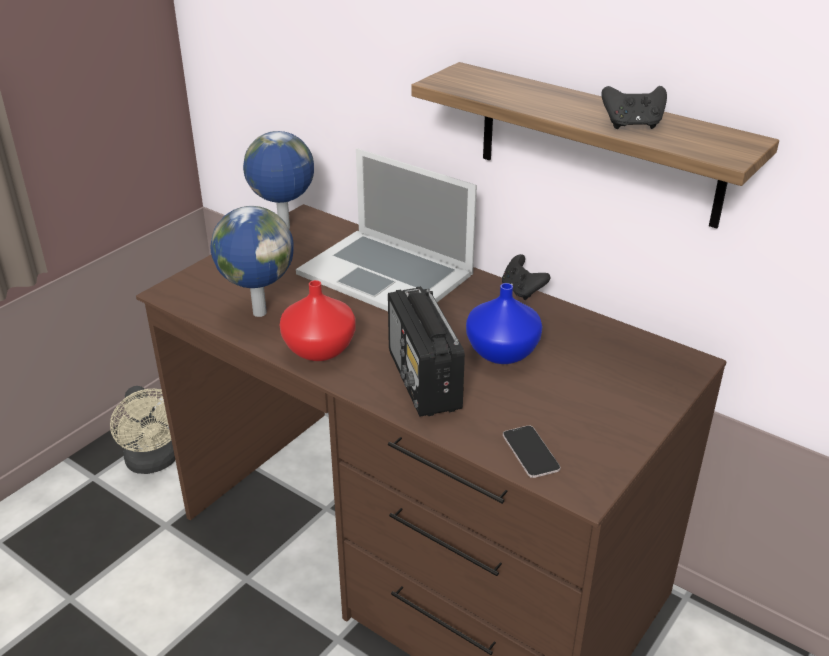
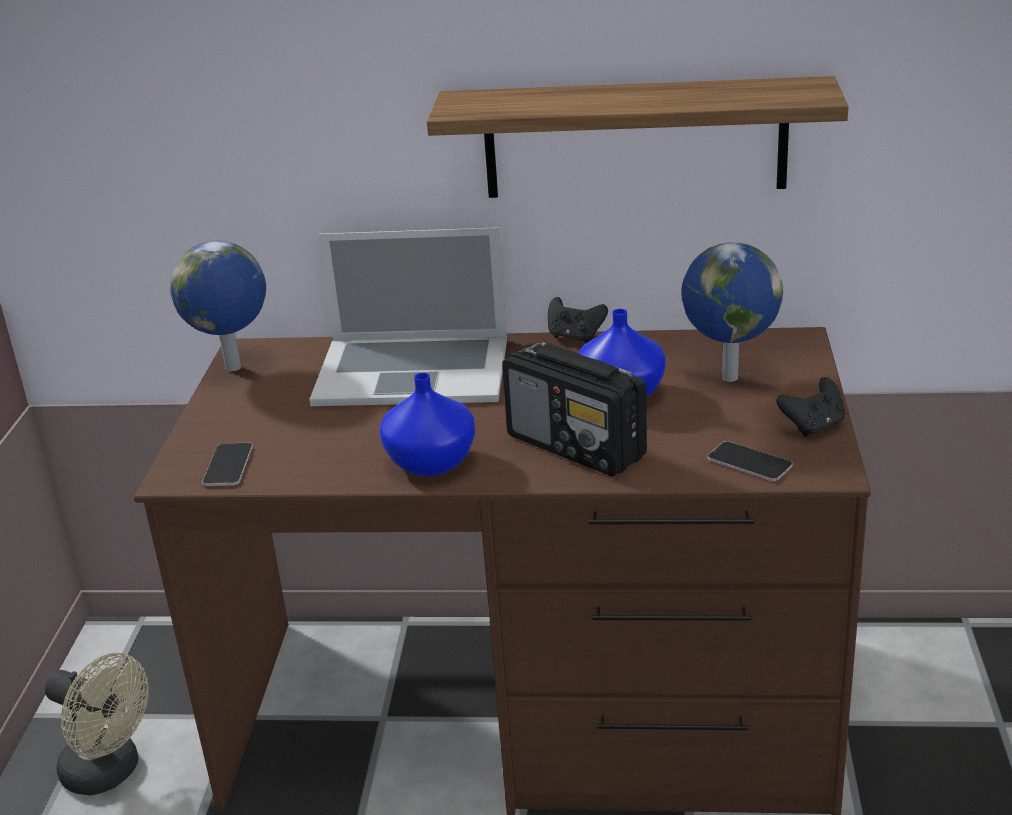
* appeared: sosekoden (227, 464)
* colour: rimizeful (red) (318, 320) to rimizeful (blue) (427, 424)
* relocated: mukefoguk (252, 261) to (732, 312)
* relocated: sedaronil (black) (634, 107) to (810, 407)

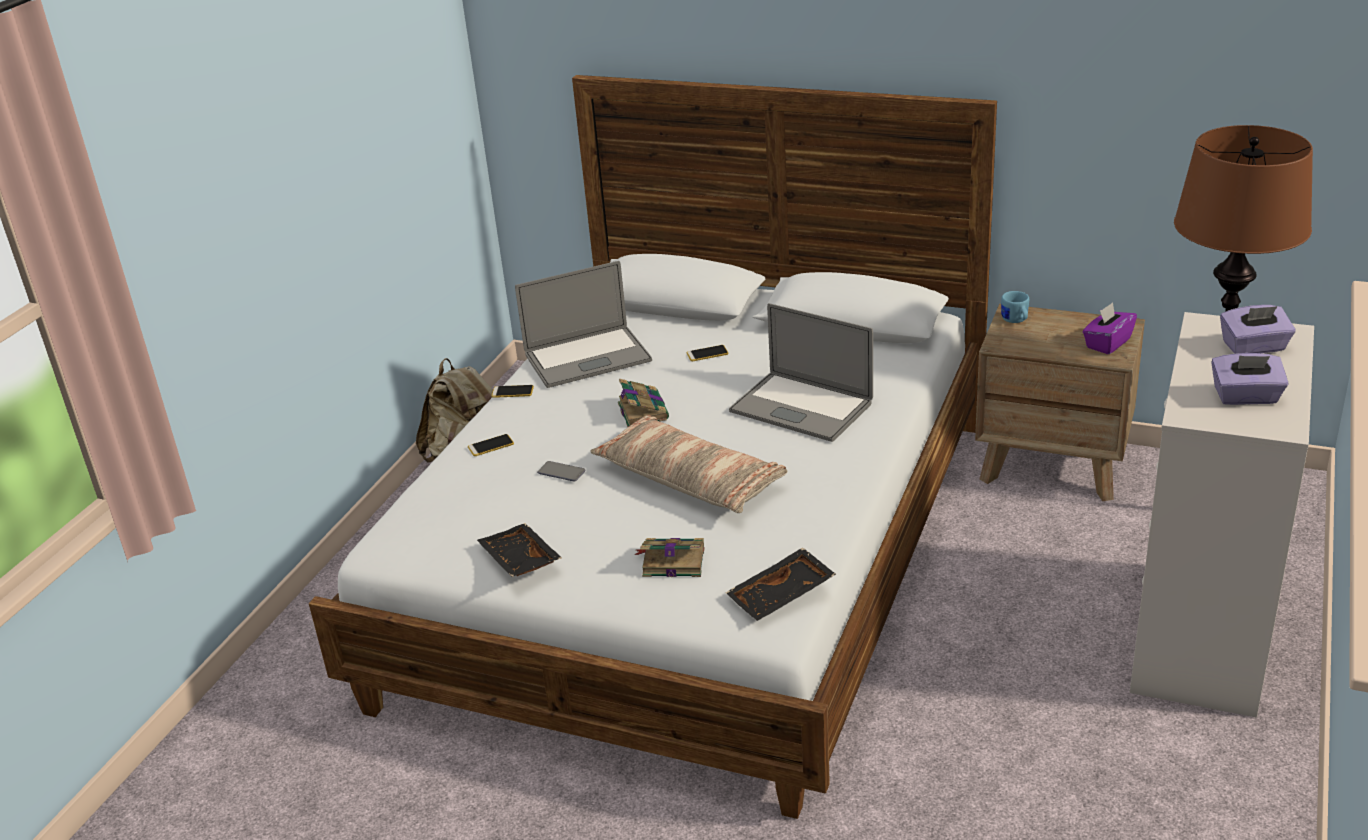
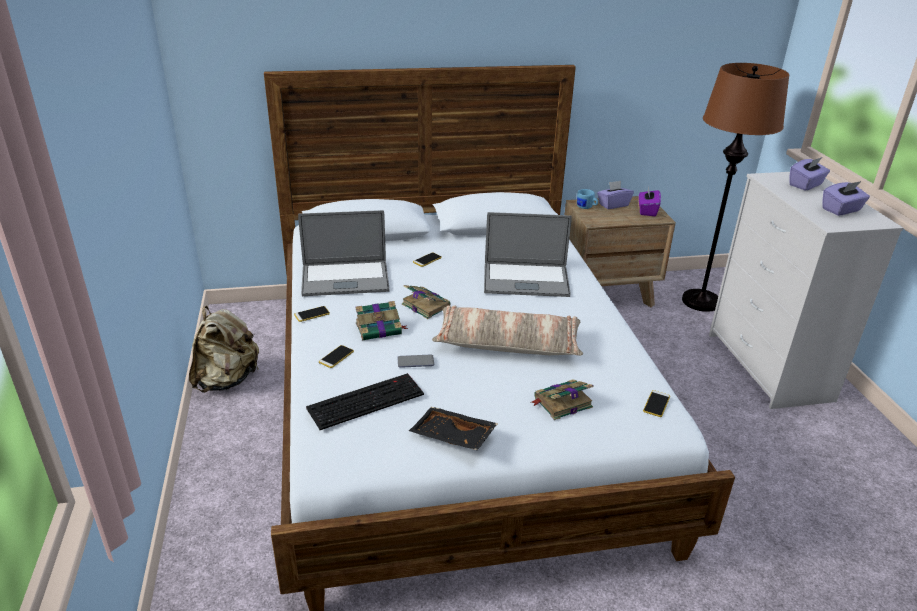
* spun: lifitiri (583, 324) = (344, 253) 45 degrees clockwise
* appeared: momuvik (365, 401)
* appeared: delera (381, 321)
* appeared: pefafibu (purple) (615, 195)
* exchanged: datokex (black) (781, 584) to sosekoden (656, 403)

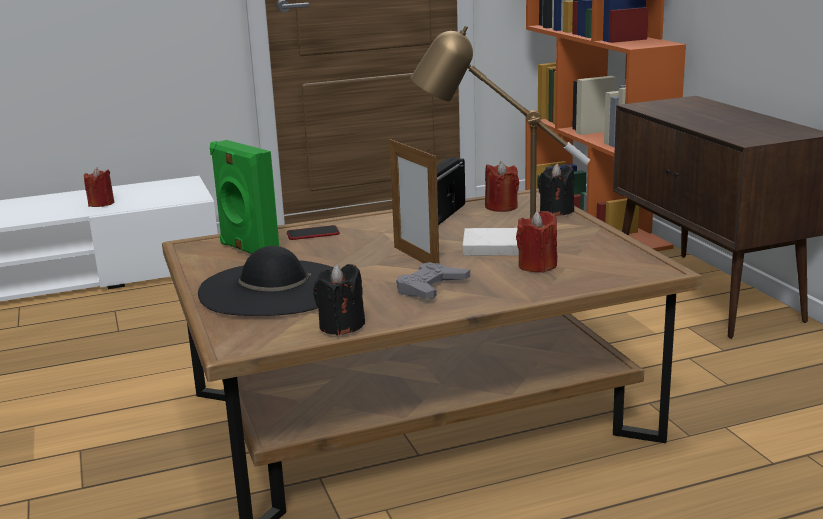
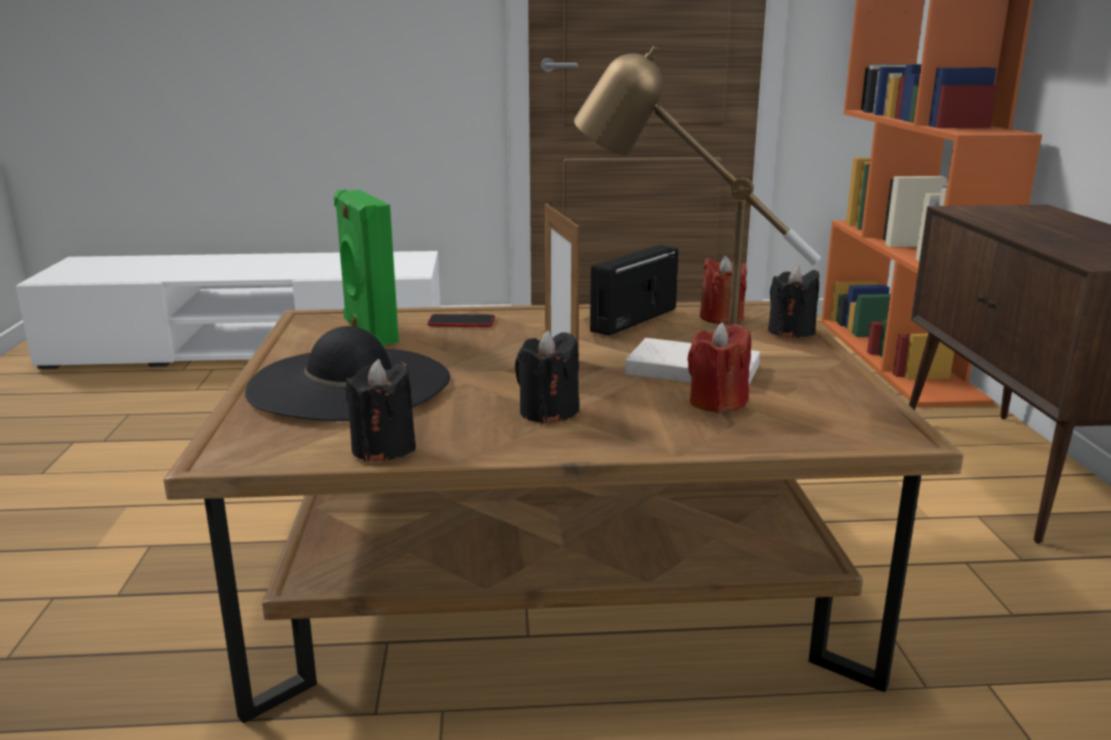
* exchanged: sedaronil (grey) (433, 280) to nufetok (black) (547, 377)
* missing: nufetok (red) (99, 187)

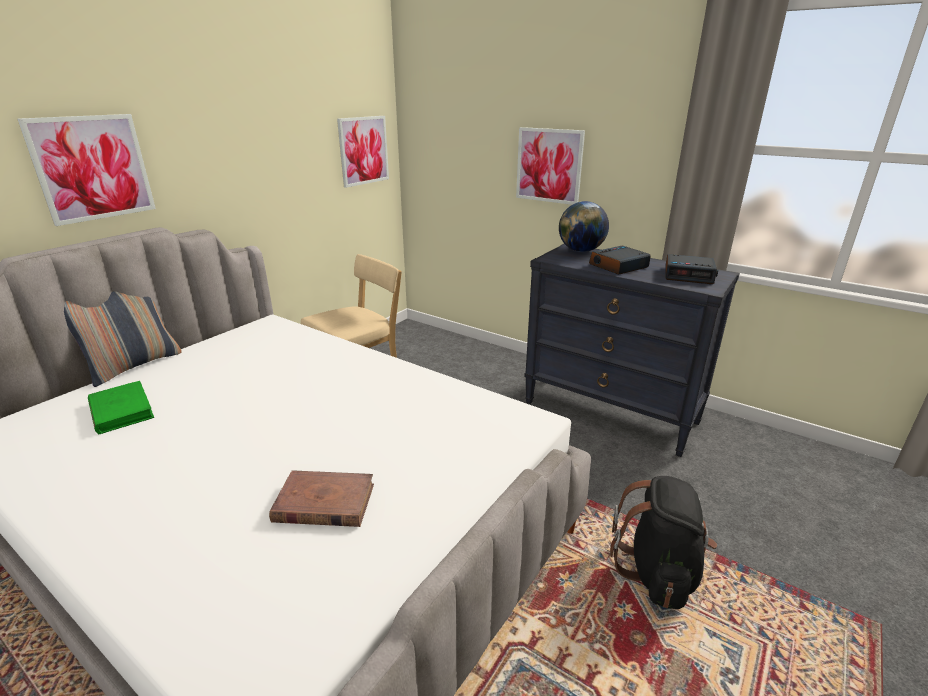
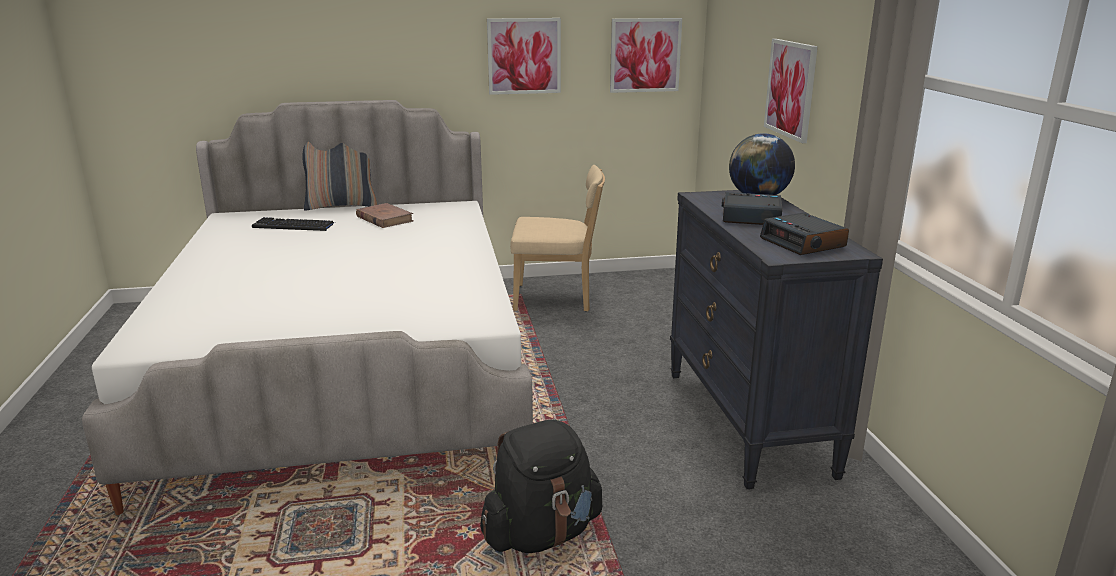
* exchanged: delera (green) (121, 407) to momuvik (293, 224)
* relocated: delera (brown) (321, 498) to (385, 215)
* relocated: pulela (86, 170) to (524, 56)

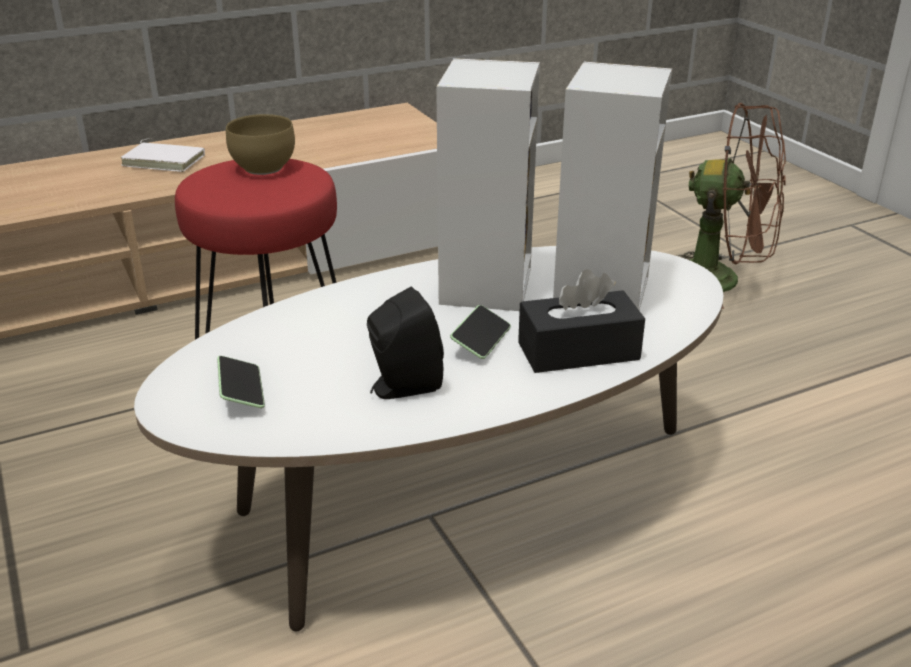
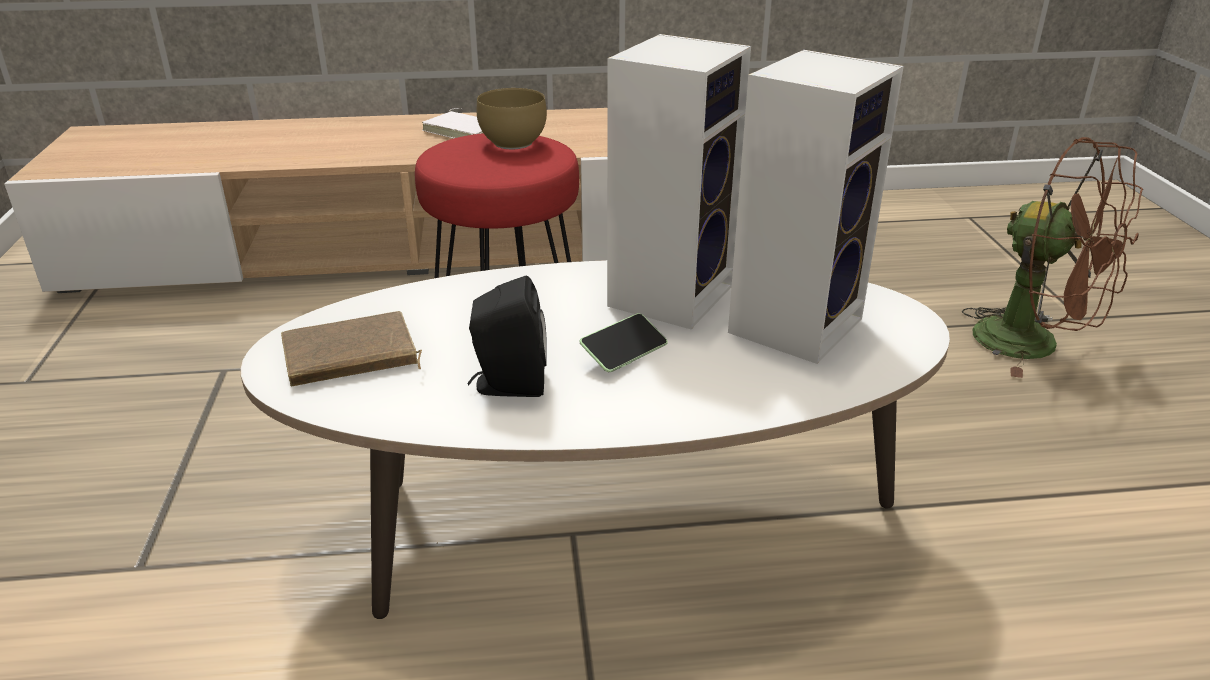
* exchanged: sosekoden (241, 382) to delera (brown) (351, 348)
* missing: pefafibu (black) (581, 321)

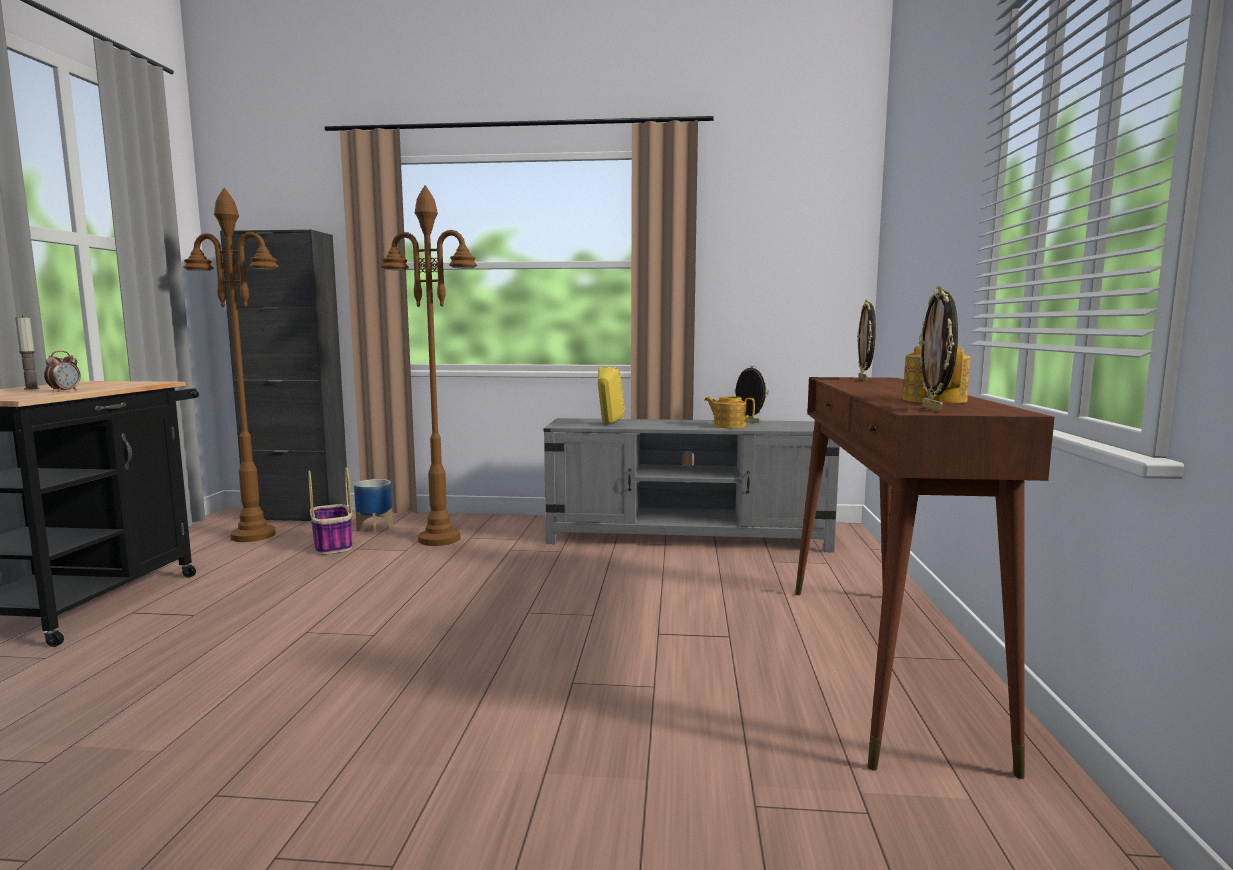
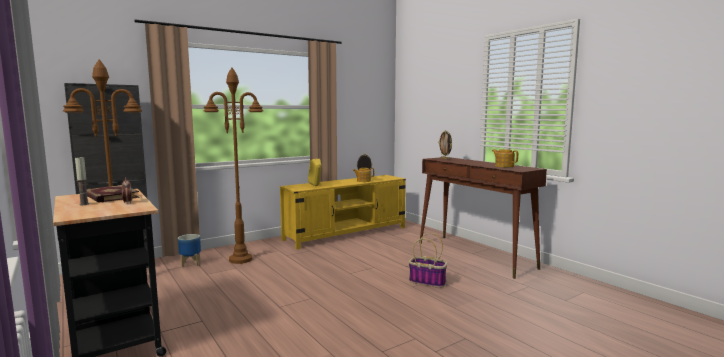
* appeared: delera (112, 194)
* colour: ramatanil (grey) (692, 485) to ramatanil (yellow) (343, 212)
* relocated: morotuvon (330, 511) to (428, 260)
* missing: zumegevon (938, 349)

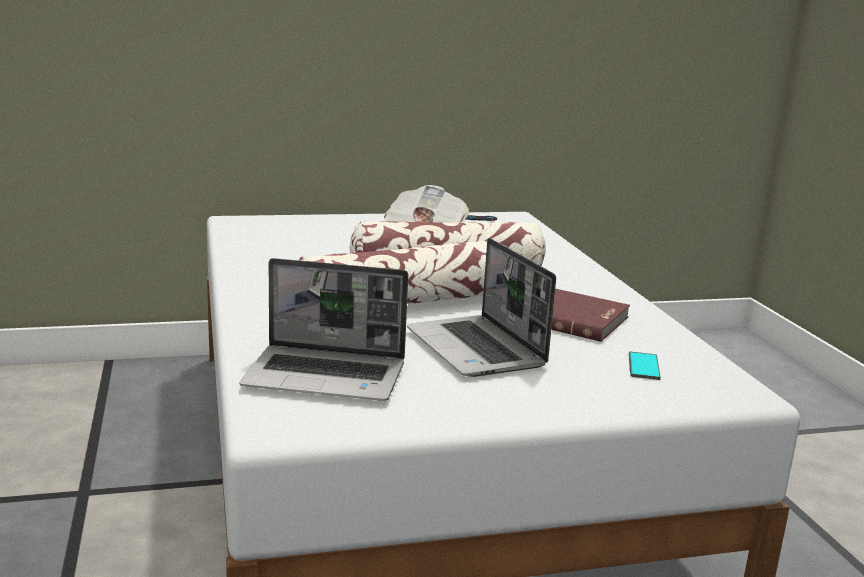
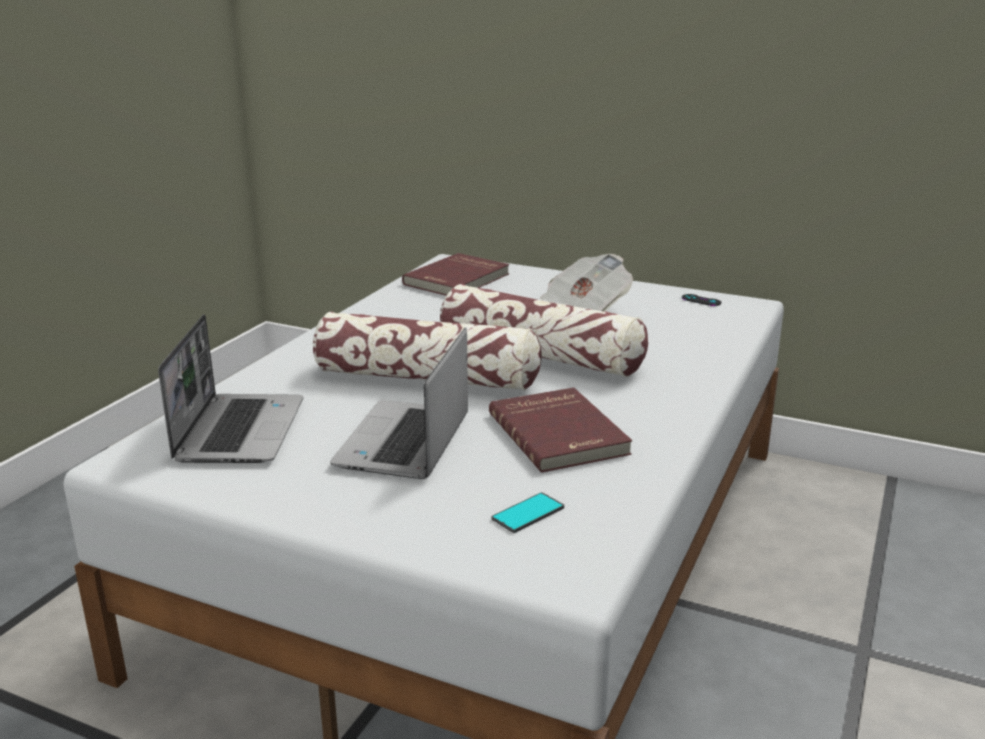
* spun: lifitiri (323, 329) = (230, 388) 135 degrees counterclockwise
* appeared: delera (red) (455, 274)

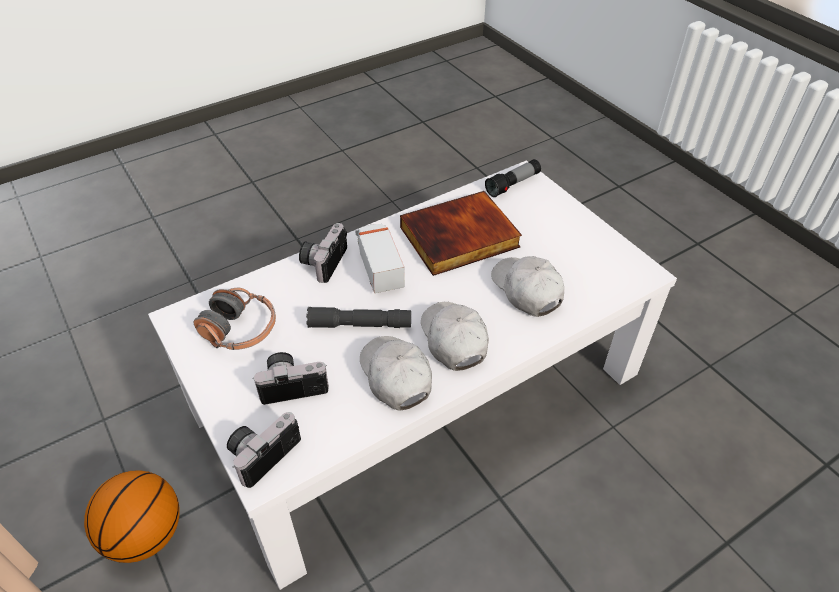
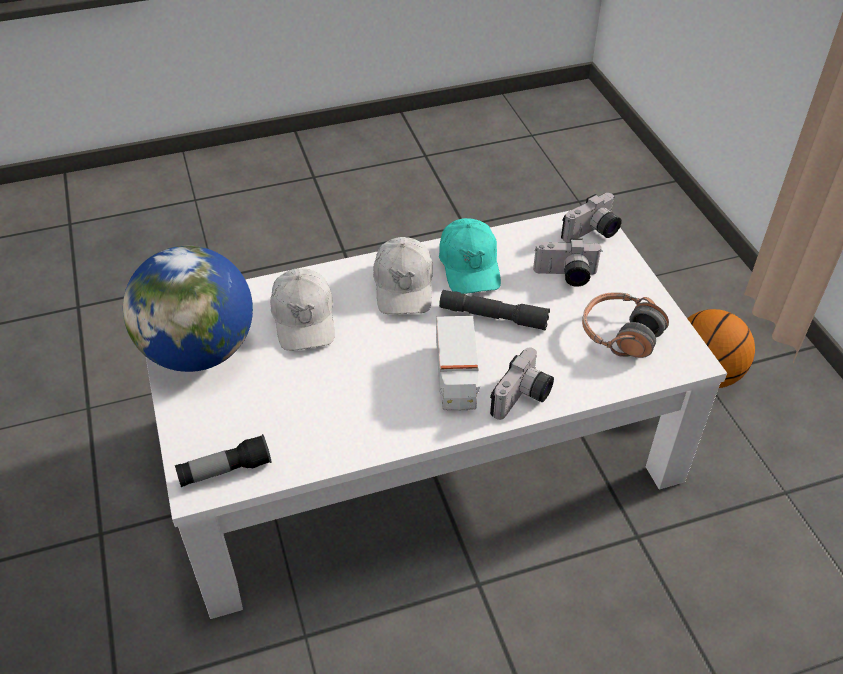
* appeared: mukefoguk (188, 309)
* colour: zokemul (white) (396, 373) to zokemul (turquoise) (470, 256)
* missing: delera (461, 233)

